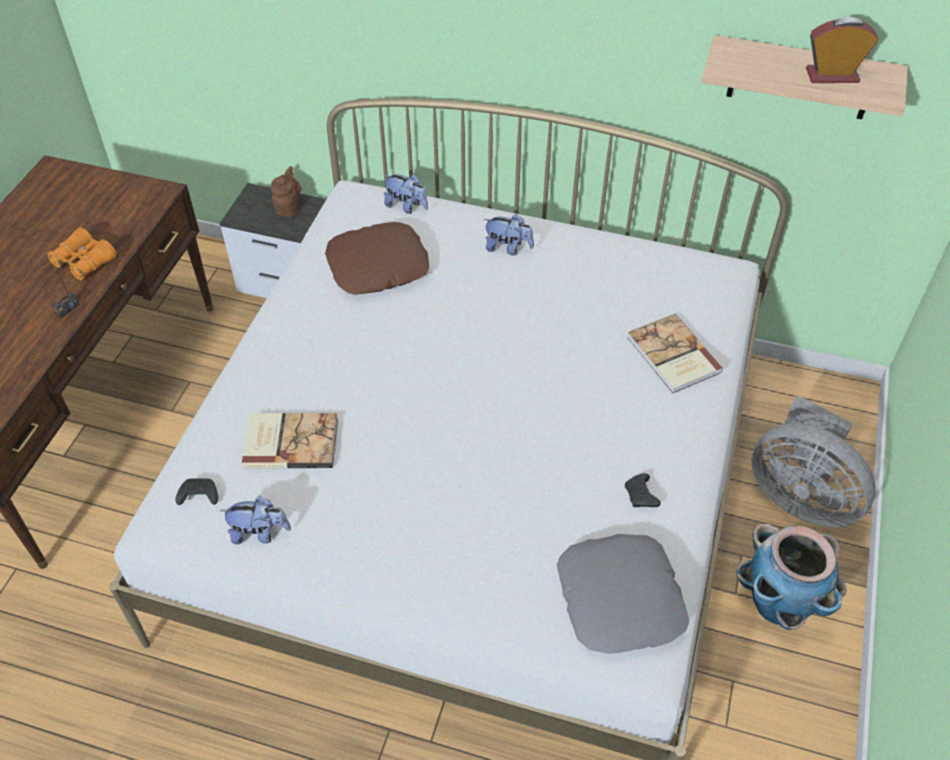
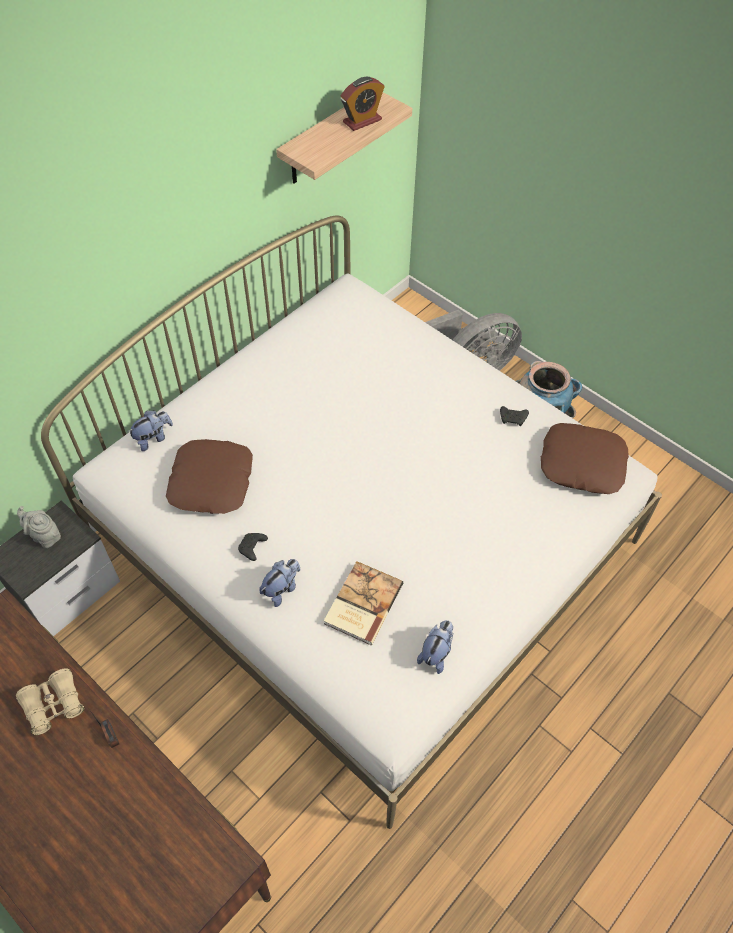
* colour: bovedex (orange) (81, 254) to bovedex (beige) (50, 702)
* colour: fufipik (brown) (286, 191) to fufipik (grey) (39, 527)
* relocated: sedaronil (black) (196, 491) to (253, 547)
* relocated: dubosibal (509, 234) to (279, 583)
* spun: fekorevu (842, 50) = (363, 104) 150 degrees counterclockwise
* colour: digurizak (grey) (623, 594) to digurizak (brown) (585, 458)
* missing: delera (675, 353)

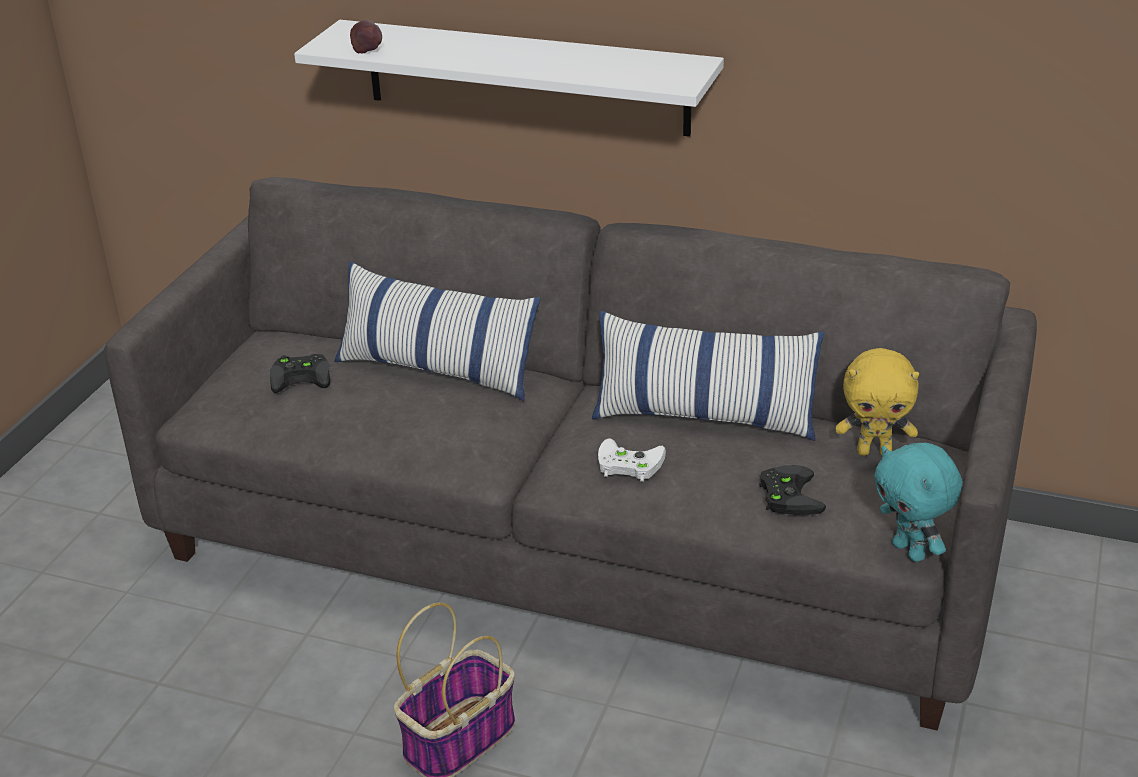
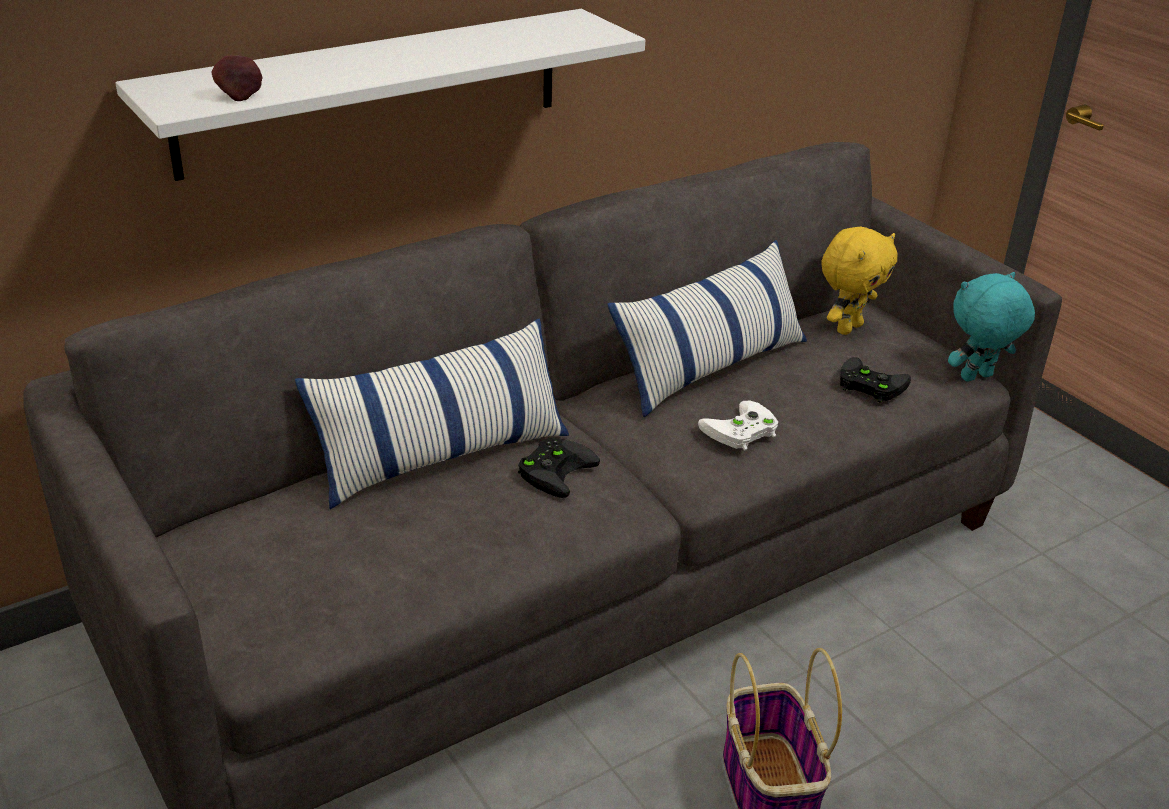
* relocated: sedaronil (black) (300, 373) to (559, 468)
* spun: dubosibal (turquoise) (918, 502) = (991, 327) 150 degrees clockwise

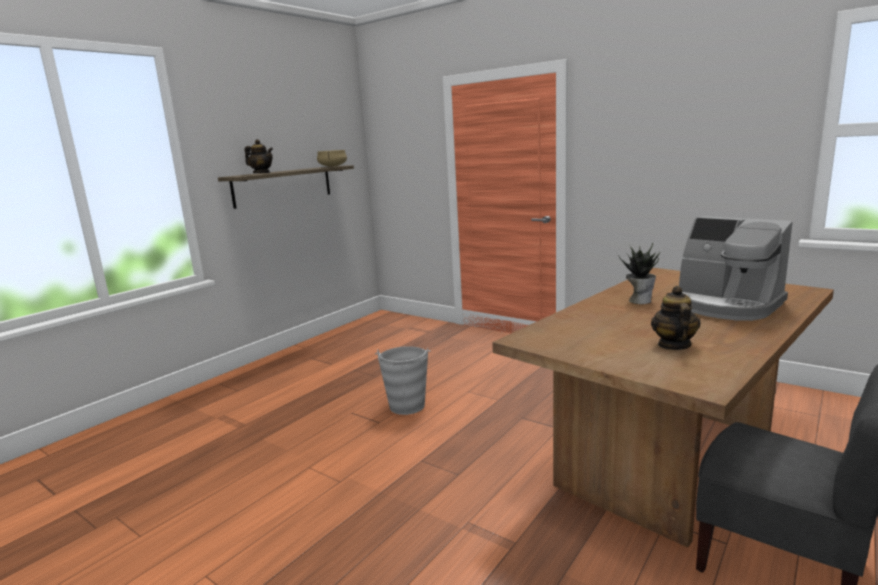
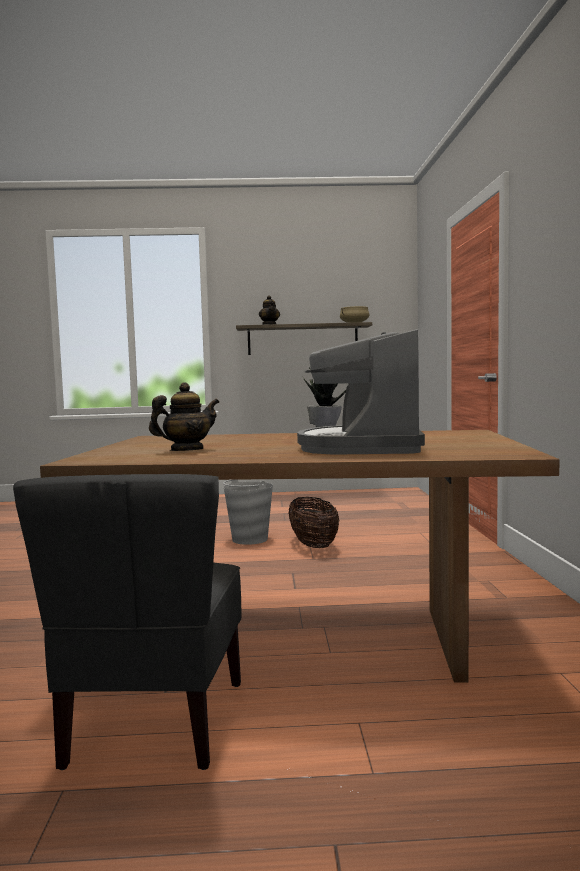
* appeared: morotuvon (313, 522)

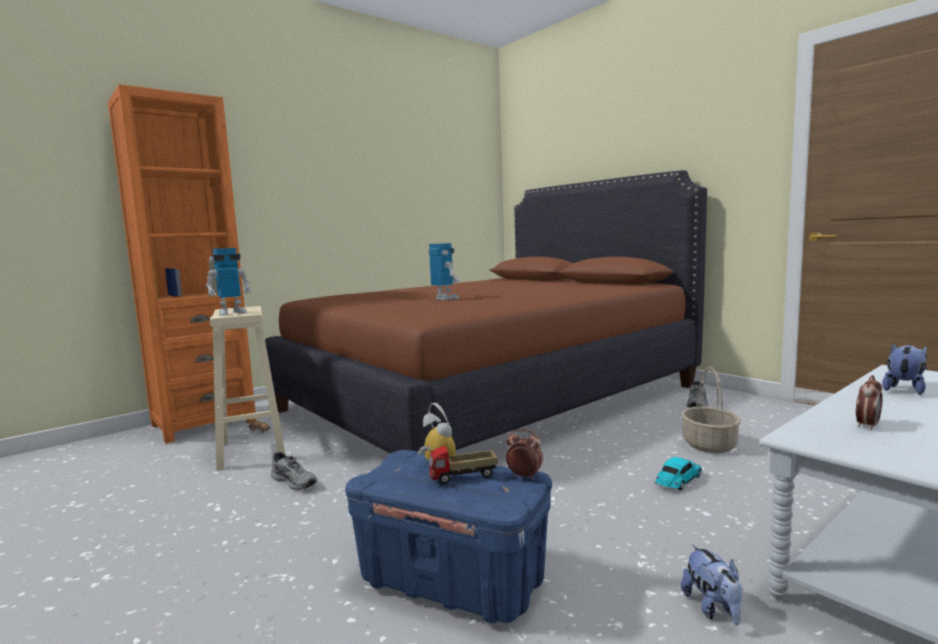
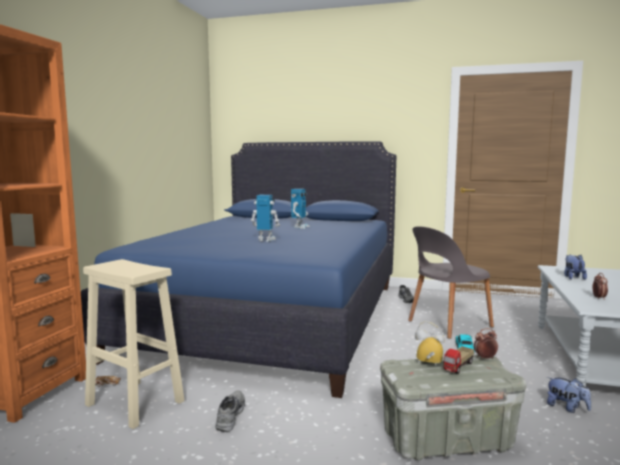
* colour: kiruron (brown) (486, 312) to kiruron (blue) (239, 269)
* spun: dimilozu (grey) (294, 471) = (230, 411) 90 degrees counterclockwise
* relocated: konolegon (229, 282) to (300, 209)
* colour: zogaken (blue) (448, 536) to zogaken (grey) (453, 407)
* exchanged: morotuvon (711, 410) to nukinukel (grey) (451, 282)

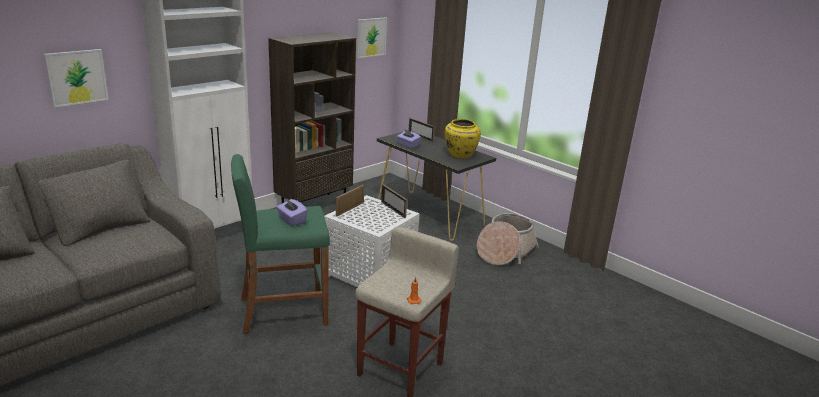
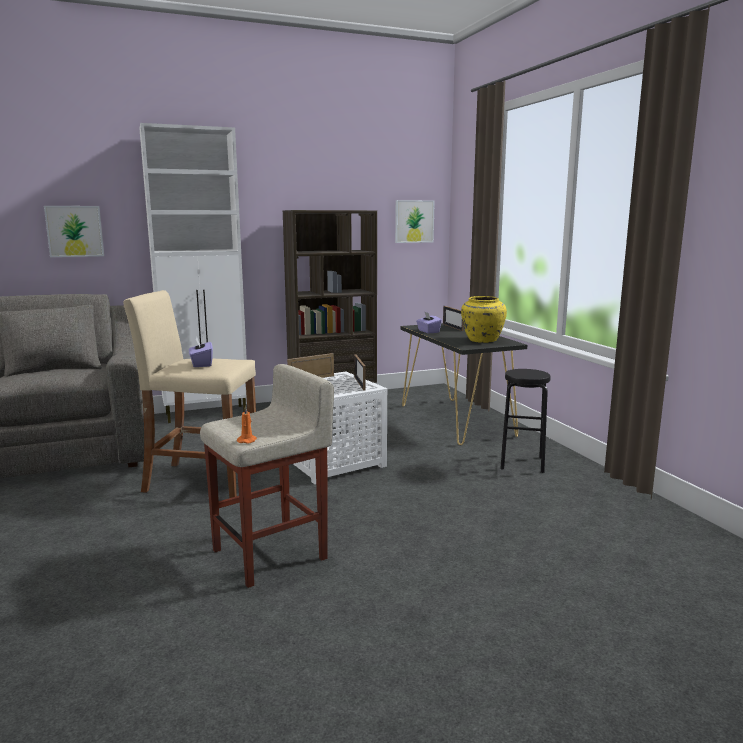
* colour: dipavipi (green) (280, 244) to dipavipi (beige) (190, 394)
* exchanged: morotuvon (508, 239) to dipavipi (black) (525, 421)

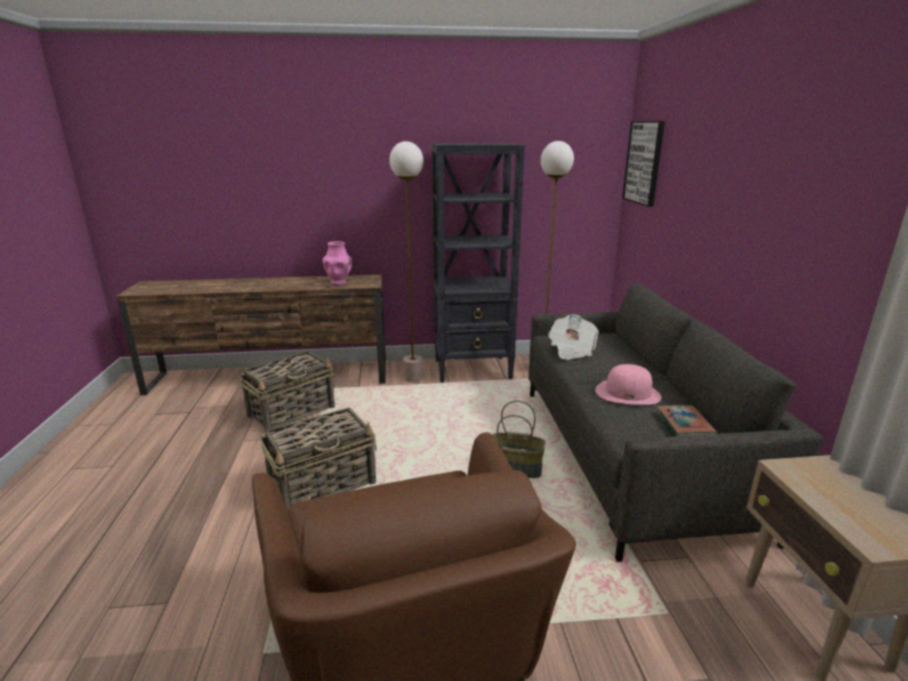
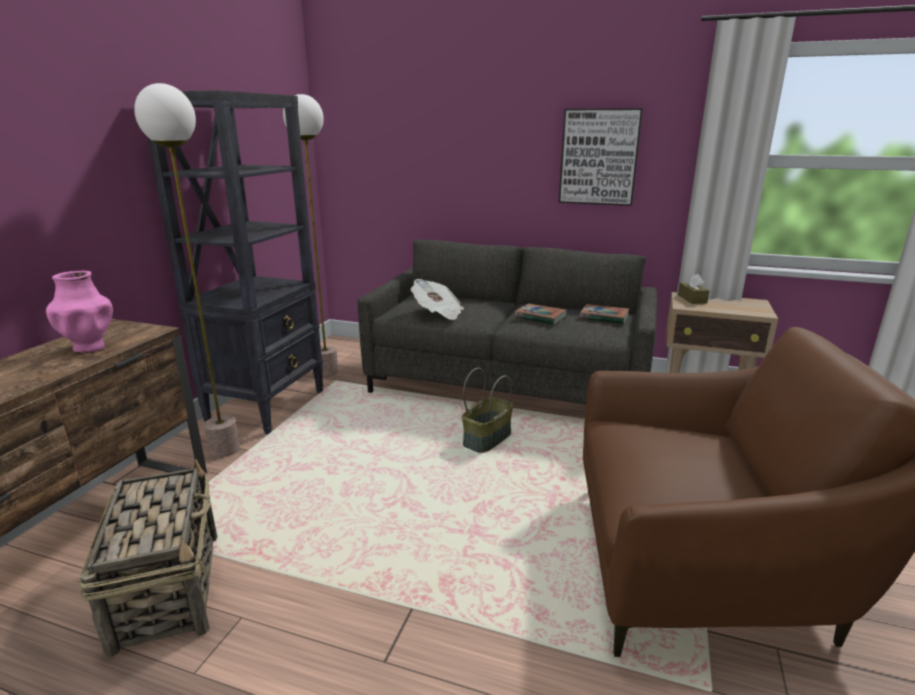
* exchanged: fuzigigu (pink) (628, 384) to delera (540, 314)
* relocated: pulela (643, 164) to (601, 157)
* appeared: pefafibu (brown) (693, 289)
* missing: morotuvon (318, 459)

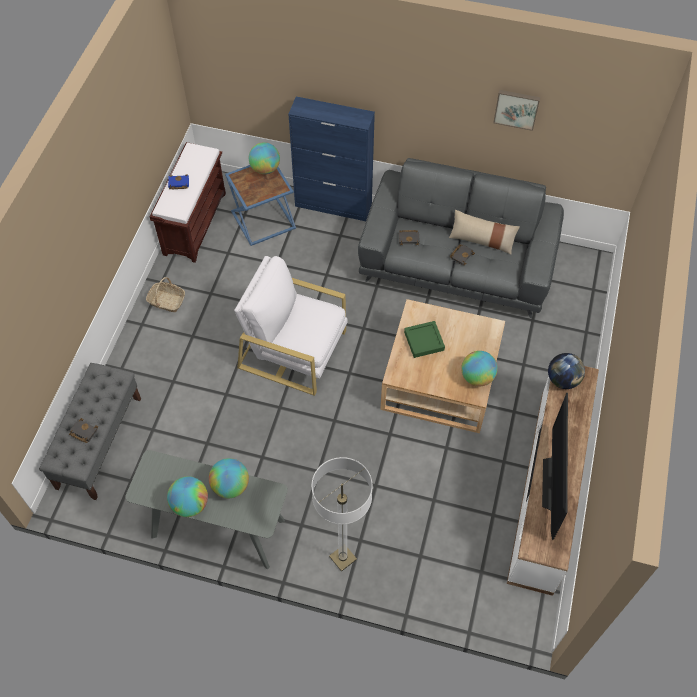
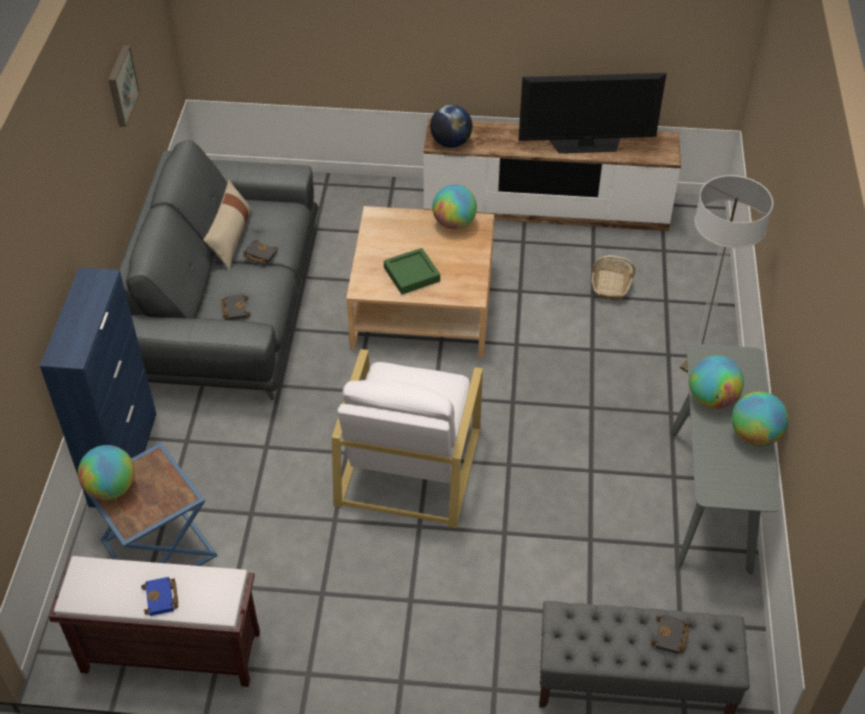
* relocated: morotuvon (165, 294) to (614, 278)

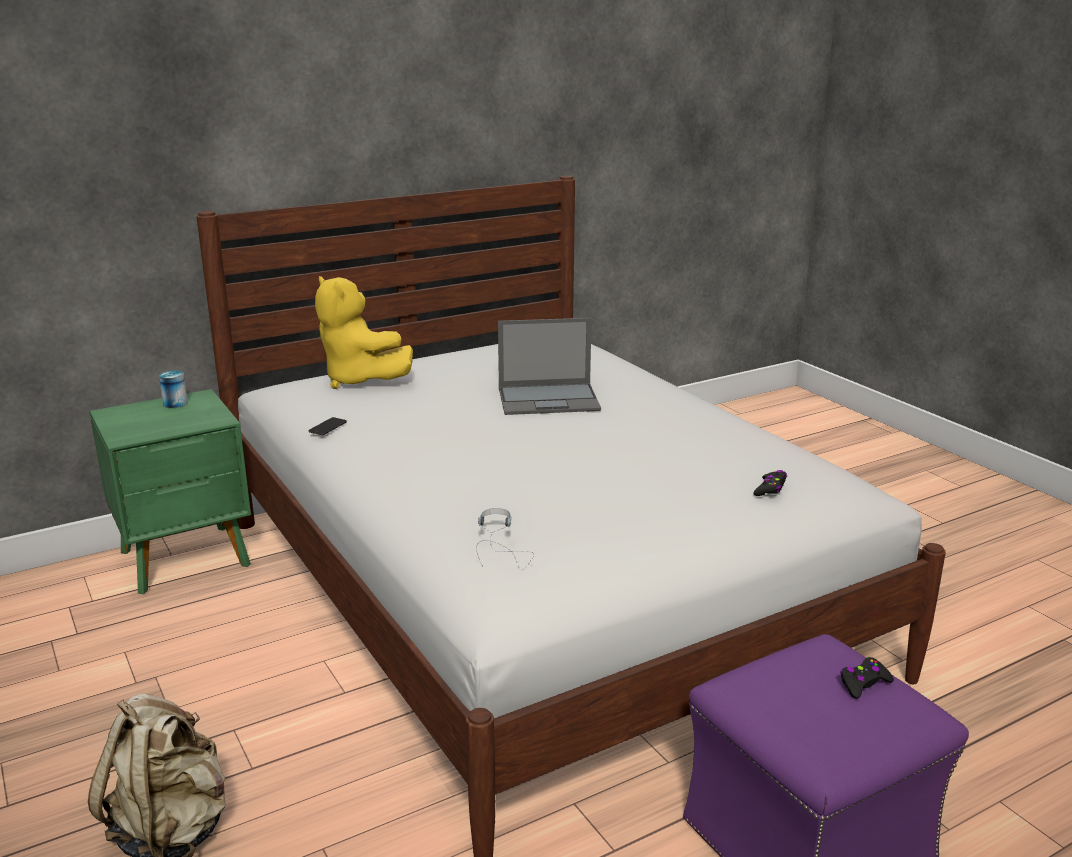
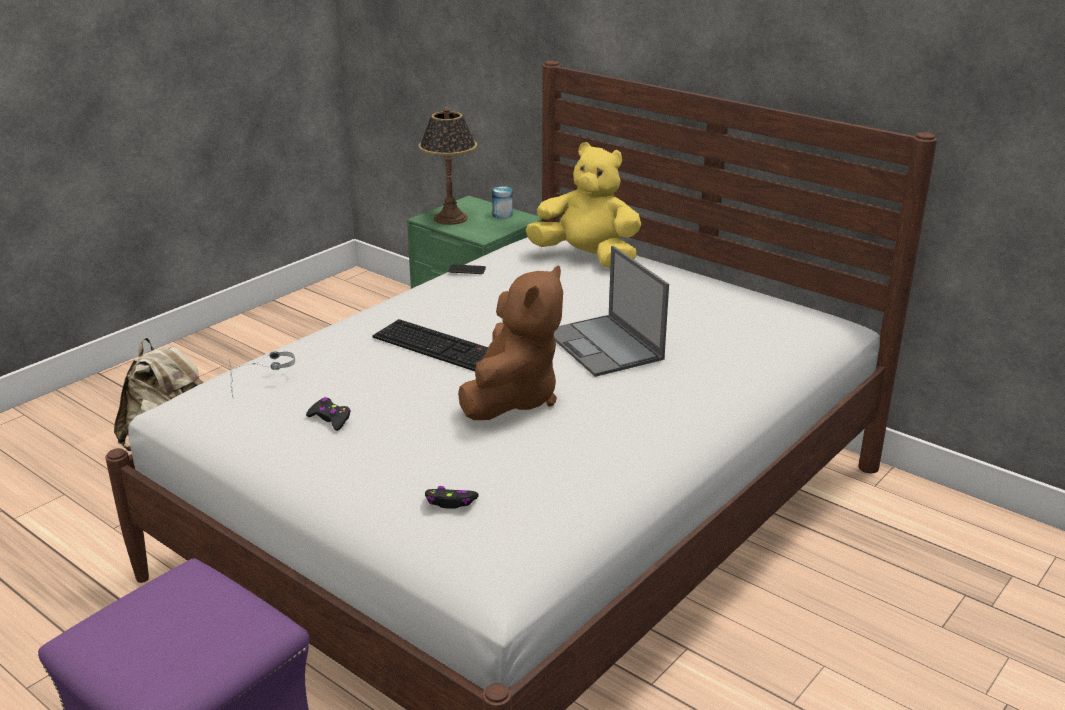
* relocated: sedaronil (black) (867, 678) to (328, 414)
* appeared: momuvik (430, 345)
* appeared: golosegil (448, 166)
* appeared: dubosibal (brown) (510, 342)
* spun: dubosibal (yellow) (364, 332) = (583, 205) 90 degrees clockwise

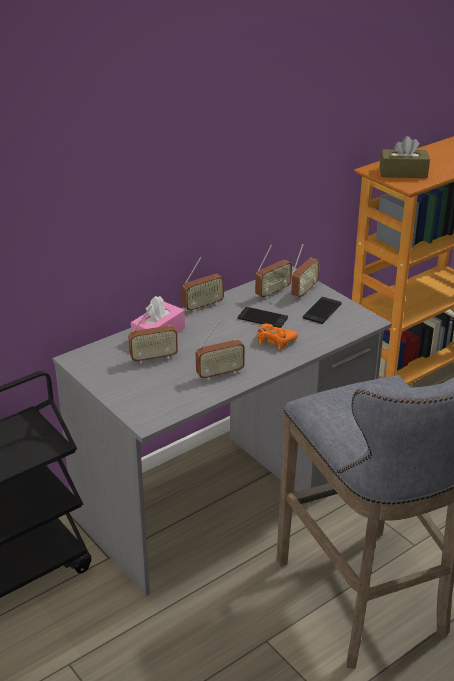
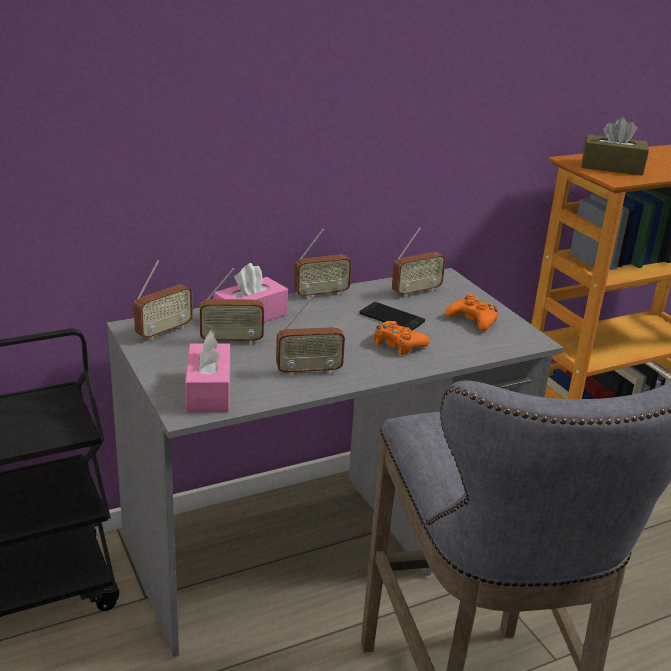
* relocated: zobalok (305, 271) to (163, 300)
* appeared: pefafibu (pink) (207, 371)
* exchanged: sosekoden (322, 310) to sedaronil (orange) (471, 312)

